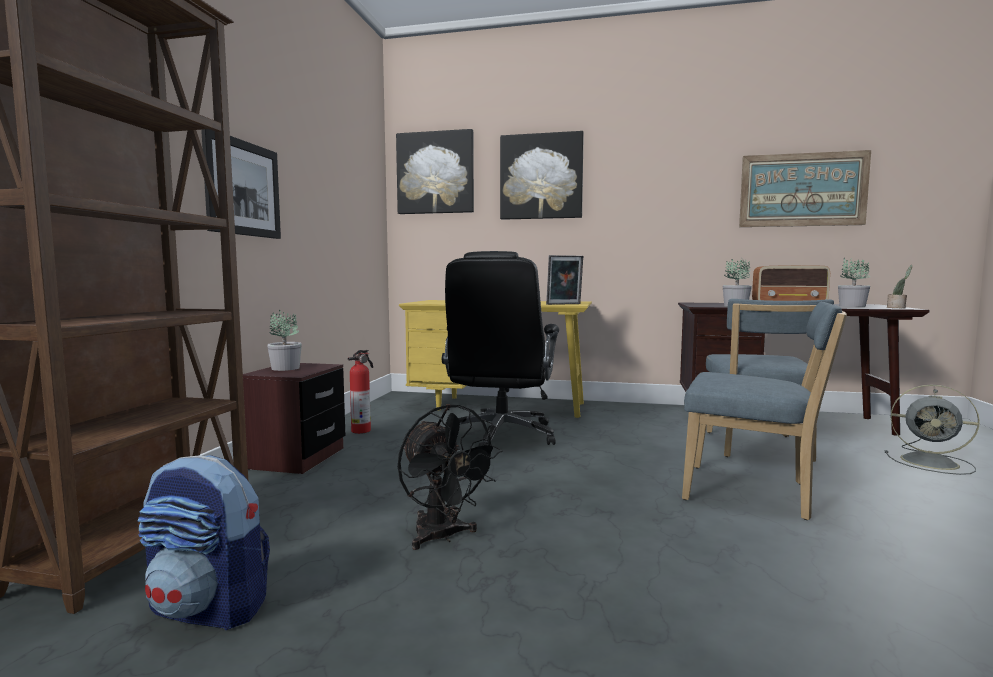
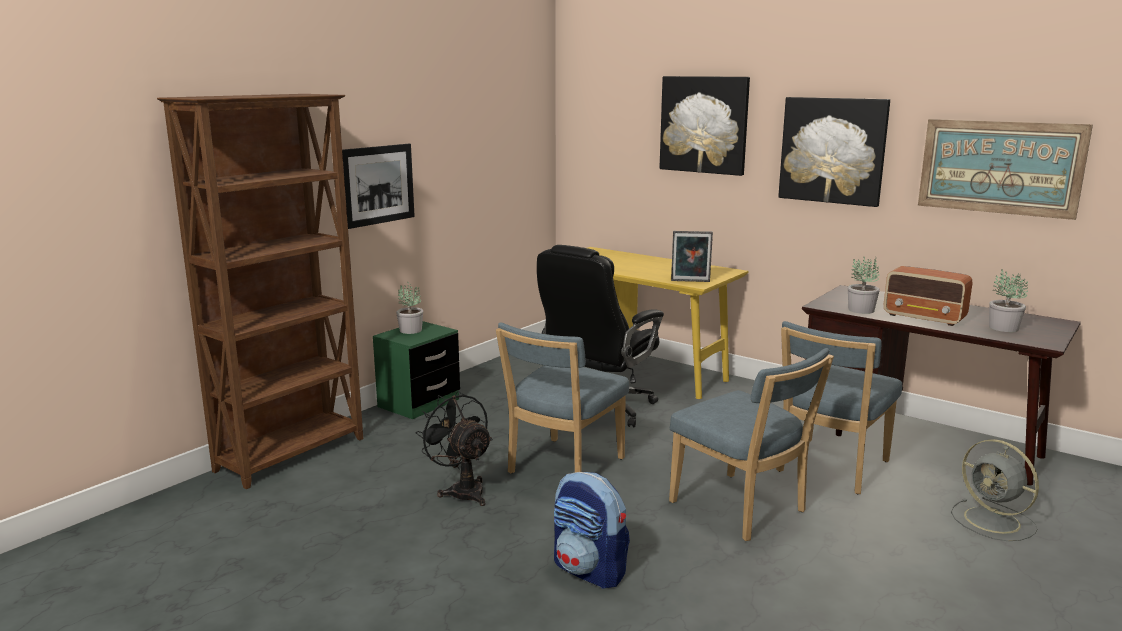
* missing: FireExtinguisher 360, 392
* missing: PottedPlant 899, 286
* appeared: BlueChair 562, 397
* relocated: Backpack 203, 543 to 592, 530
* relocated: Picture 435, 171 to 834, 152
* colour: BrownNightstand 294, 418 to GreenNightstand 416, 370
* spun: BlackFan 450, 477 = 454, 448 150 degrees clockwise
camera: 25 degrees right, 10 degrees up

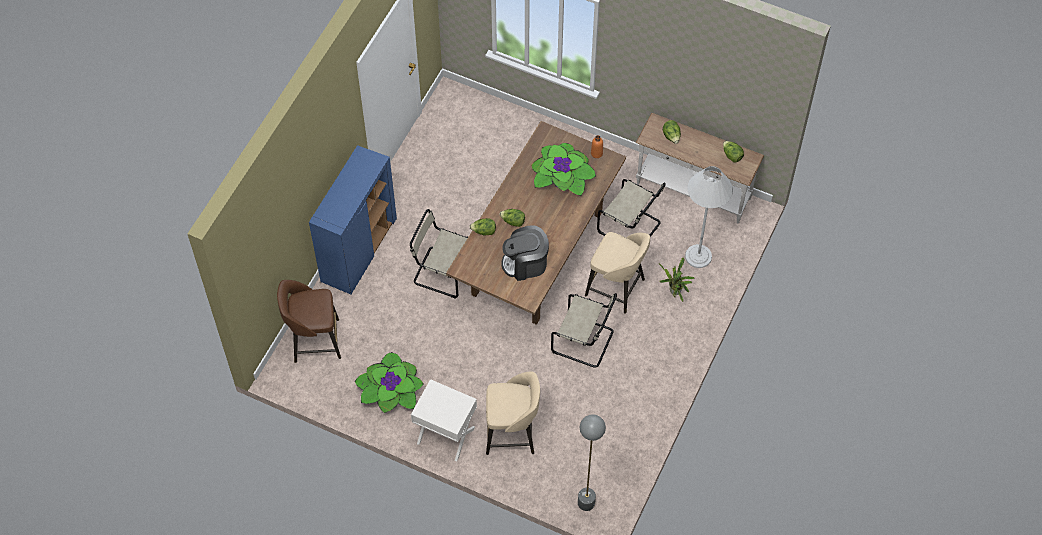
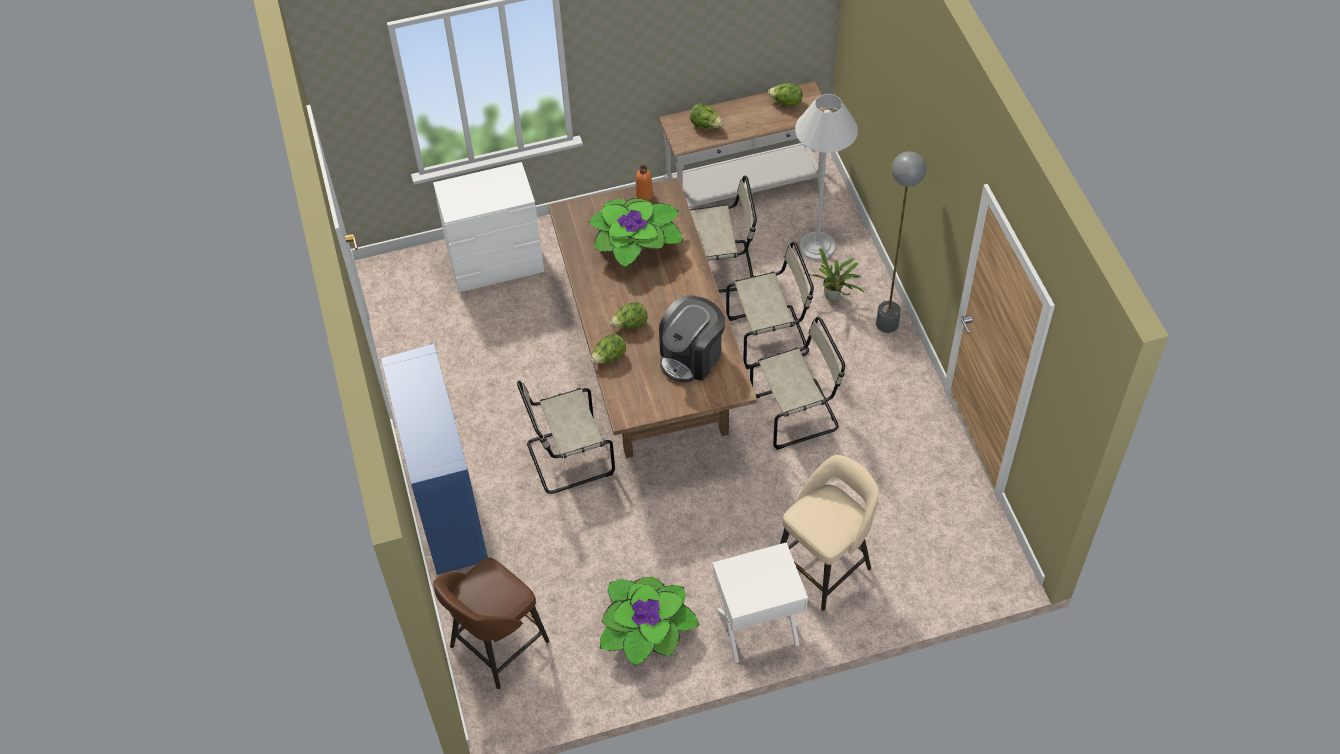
* appeared: WhiteDresser 488, 227
* relocated: GreyFloorLamp 592, 462 to 901, 242
* exchanged: BeigeStool 617, 273 to BeigeChair 770, 305
camera: 40 degrees left, 5 degrees down

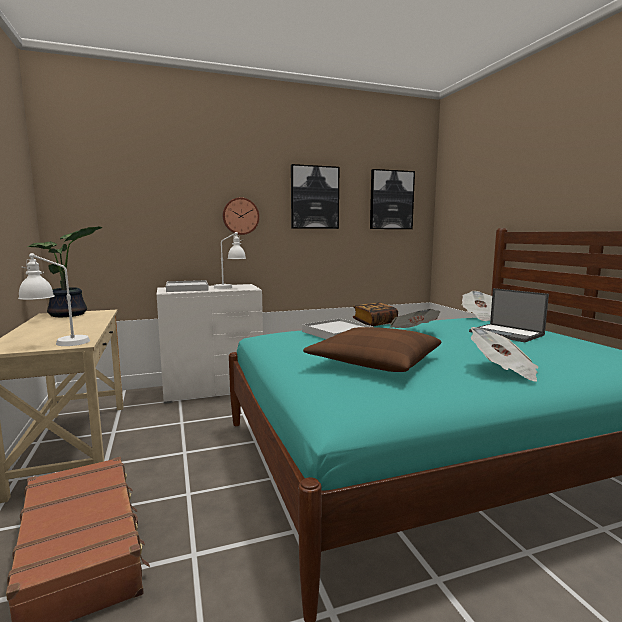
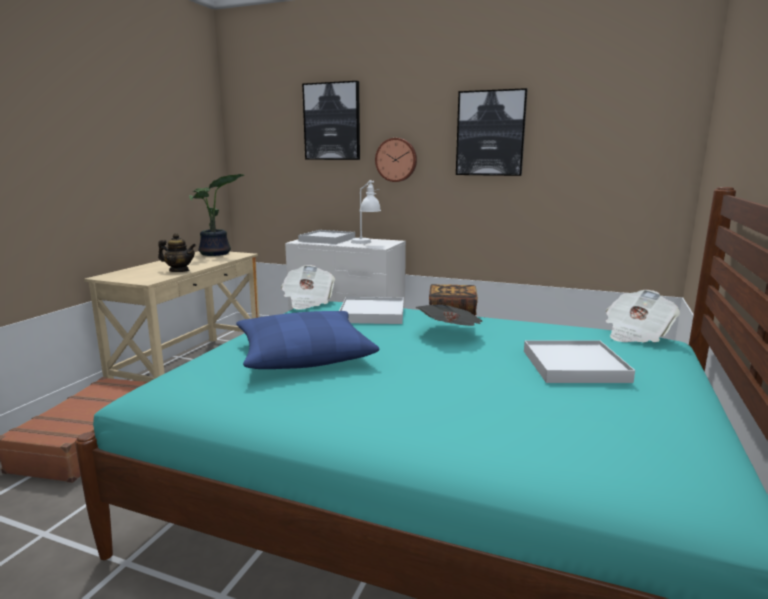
* missing: WhiteTableLamp 54, 299
* appeared: Teapot 177, 252
* relocated: Picture 392, 199 to 331, 120
* relocated: Newspaper 504, 354 to 308, 287
* exchanged: Laptop 509, 315 to WhiteTray 579, 361
* colour: BrownPillow 372, 349 to BluePillow 307, 340
camera: 40 degrees right, 5 degrees up

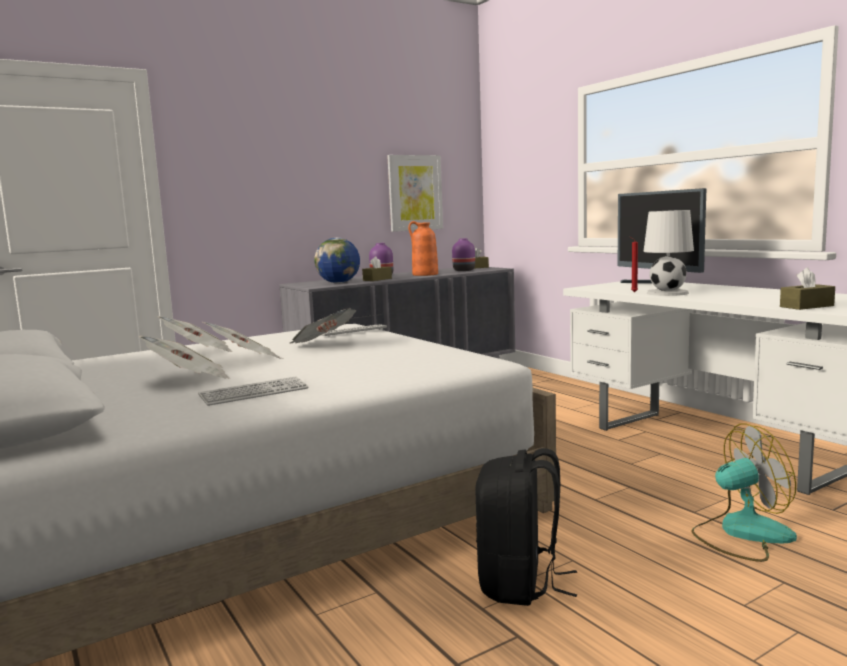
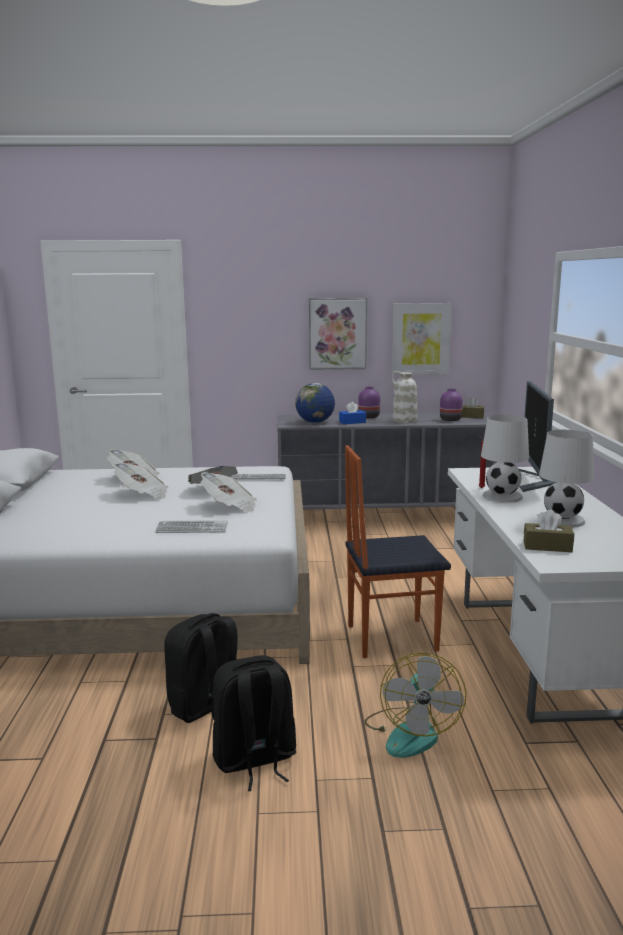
* appeared: BlackBackpack 254, 723
* appeared: Picture 338, 334
* appeared: Chair 398, 551
* appeared: WhiteTableLamp 566, 479
* relocated: Newspaper 184, 357 to 229, 492
* relocated: Keyboard 253, 391 to 191, 526
* colour: BrownTissueBox 377, 268 to BlueTissueBox 352, 413
* colour: OrangeVase 423, 248 to WhiteVase 404, 397
* spun: Fan 744, 493 = 415, 705 75 degrees clockwise
camera: 30 degrees right, 5 degrees up

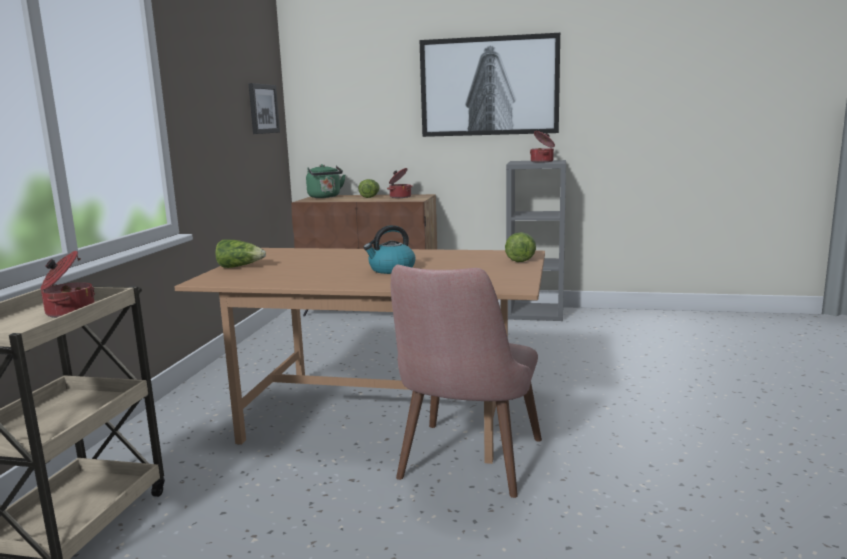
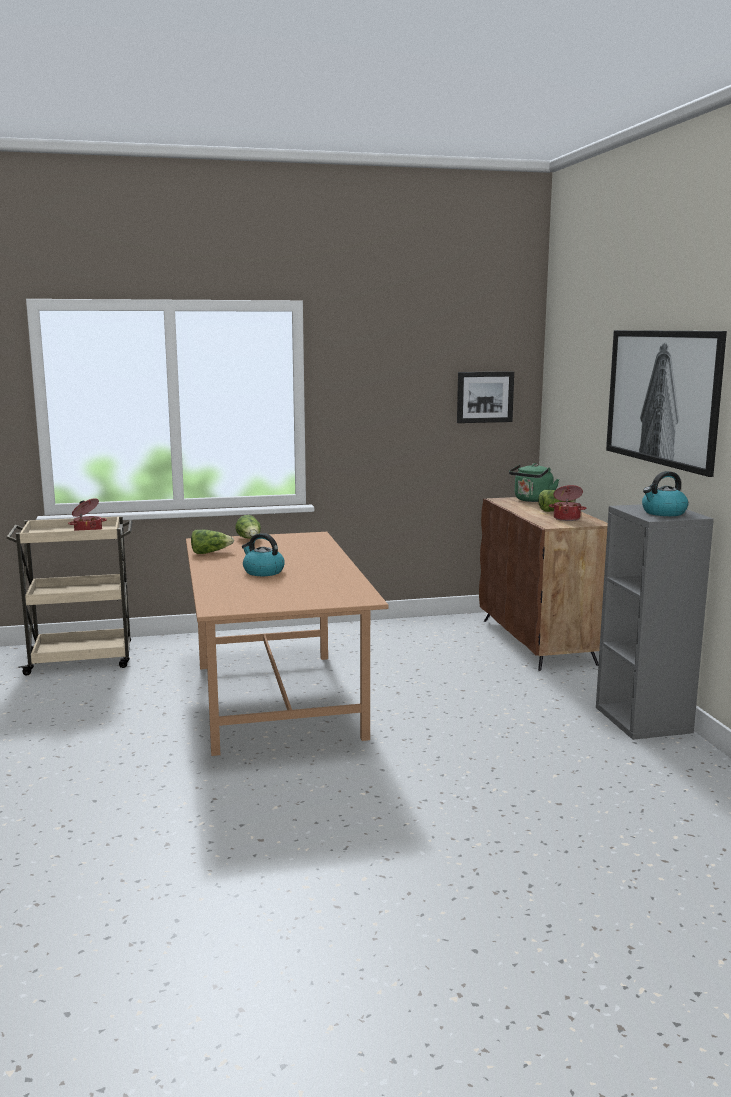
* missing: PinkChair 466, 381
* relocated: Lettuce 520, 247 to 212, 542
* exchanged: CookingPot 542, 146 to Kettle 665, 493
camera: 65 degrees right, 0 degrees up

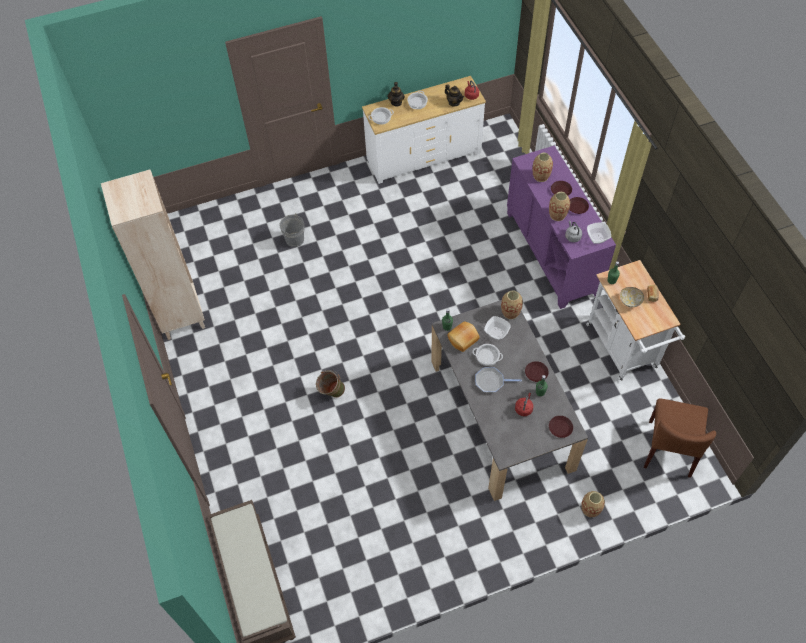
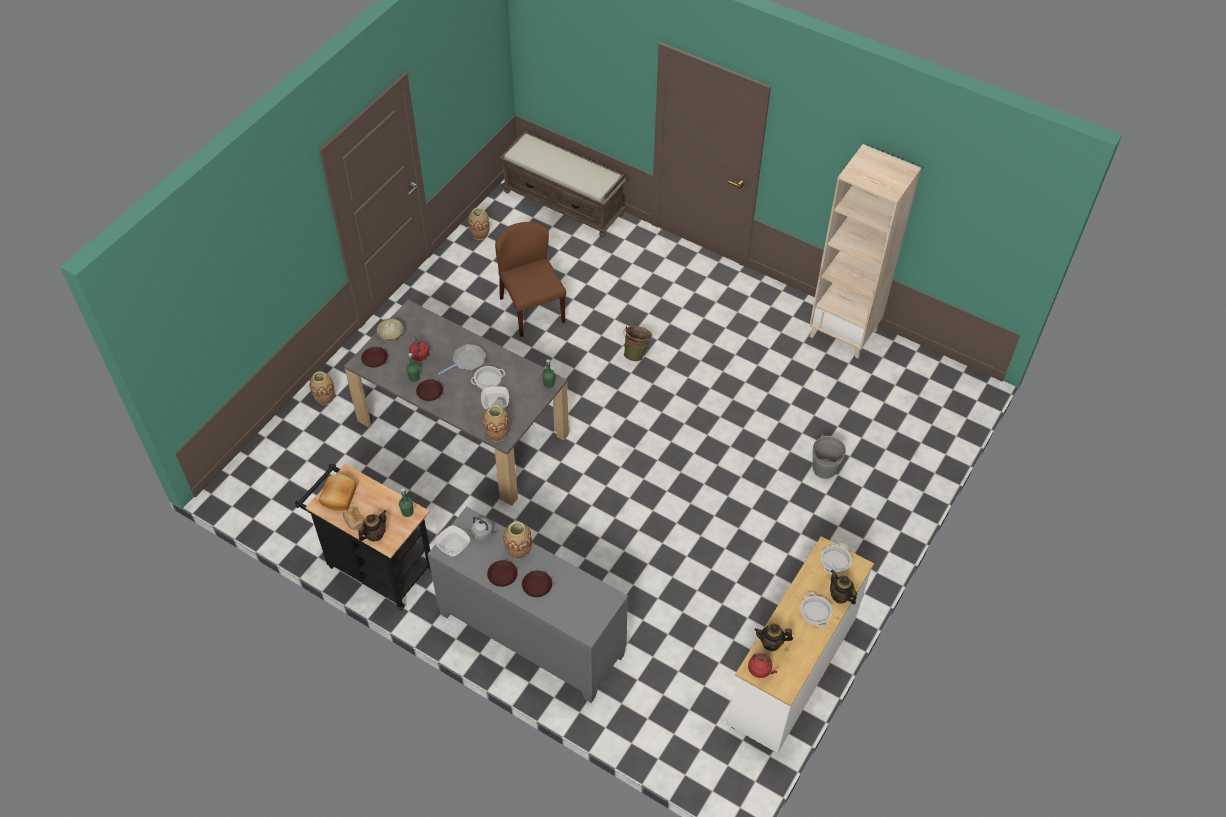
* appeared: Teapot 372, 525
* relocated: Bread 463, 336 to 338, 492
* relocated: Vase 543, 167 to 479, 224
* relocated: Bowl 632, 297 to 390, 330
* relocated: BrownChair 680, 438 to 530, 279
* colour: PurpleCabinet 561, 227 to GreyCabinet 528, 604
* colour: WhiteCart 635, 320 to BlackCart 363, 537
camera: 140 degrees right, 5 degrees down

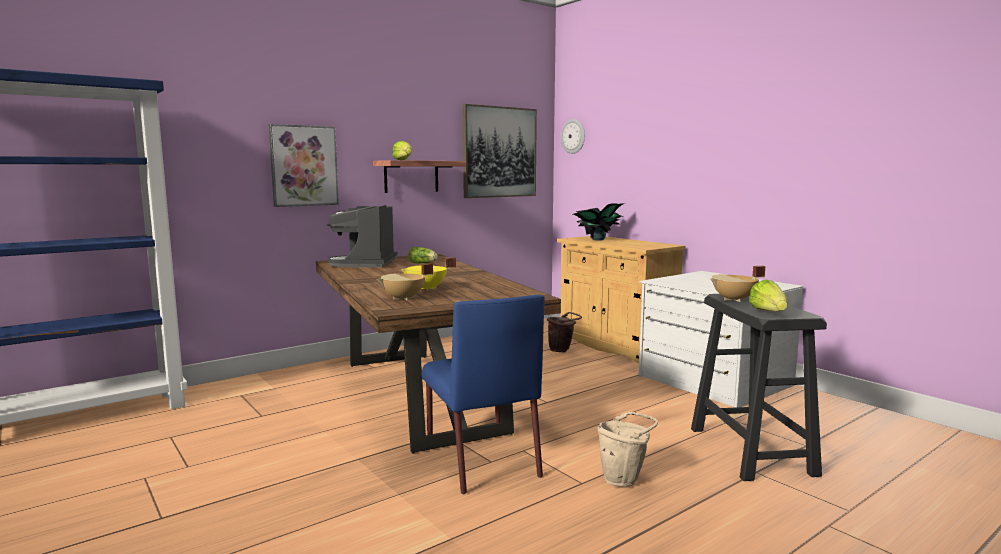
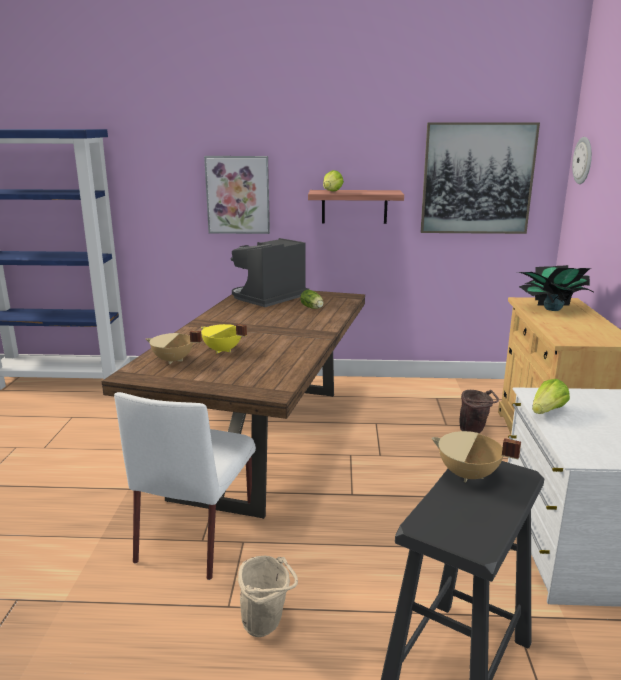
* relocated: Lettuce 768, 295 to 551, 396
* colour: BlueChair 483, 394 to WhiteChair 185, 486
camera: 40 degrees right, 10 degrees up

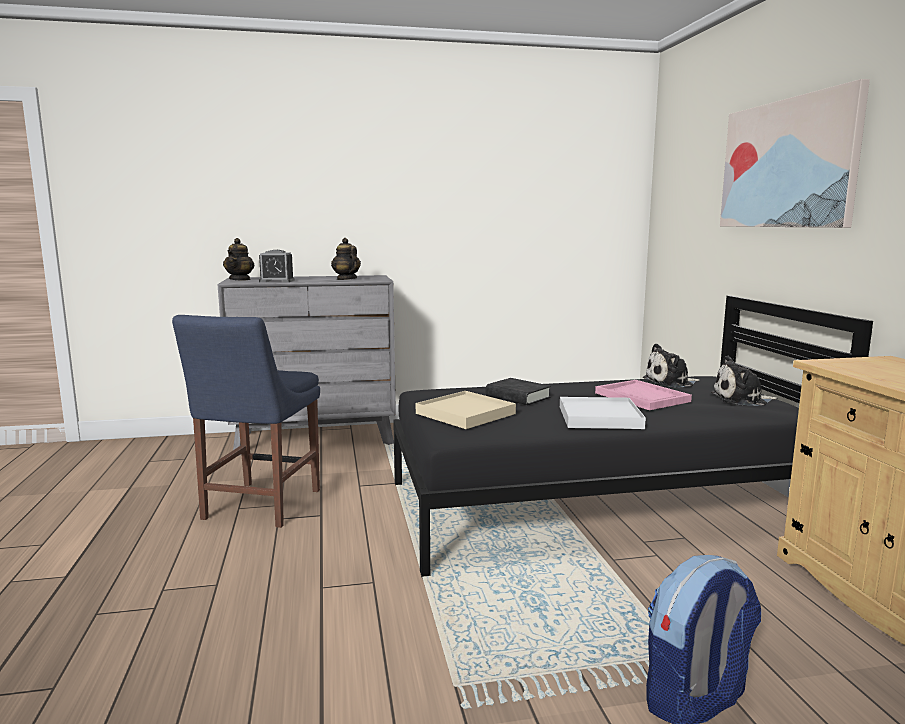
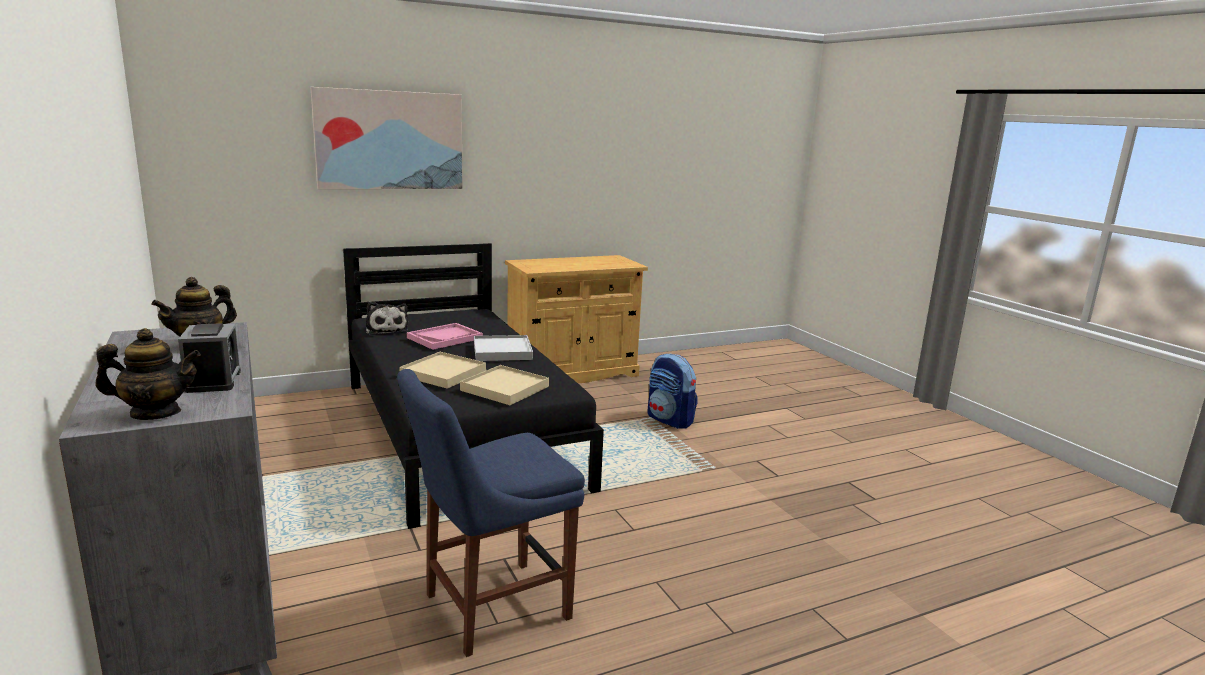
* missing: PlushToy 744, 380
* exchanged: BlackBook 518, 391 to BeigeTray 442, 370
* spun: BlueChair 246, 421 = 491, 513 150 degrees clockwise
camera: 105 degrees left, 5 degrees up

